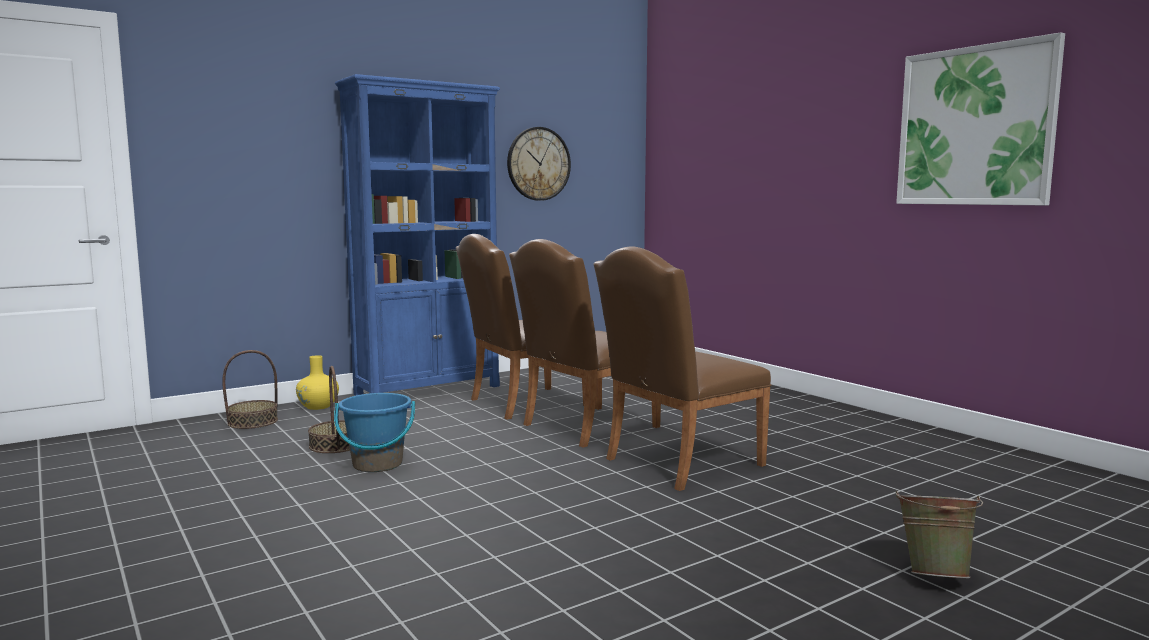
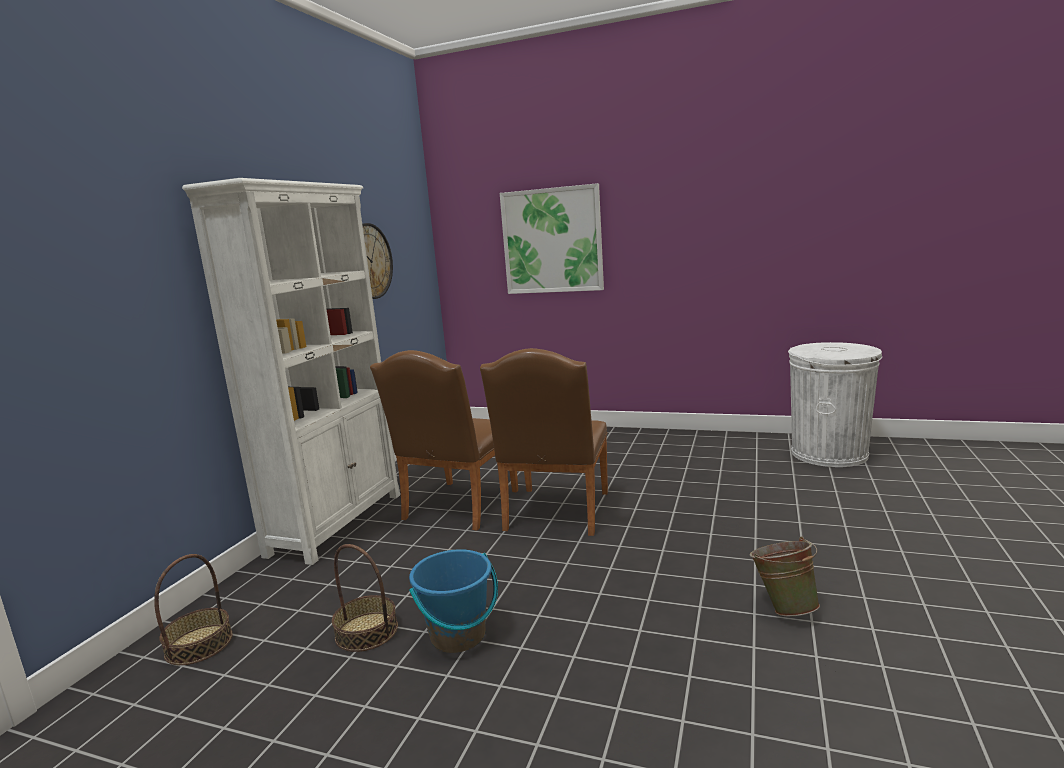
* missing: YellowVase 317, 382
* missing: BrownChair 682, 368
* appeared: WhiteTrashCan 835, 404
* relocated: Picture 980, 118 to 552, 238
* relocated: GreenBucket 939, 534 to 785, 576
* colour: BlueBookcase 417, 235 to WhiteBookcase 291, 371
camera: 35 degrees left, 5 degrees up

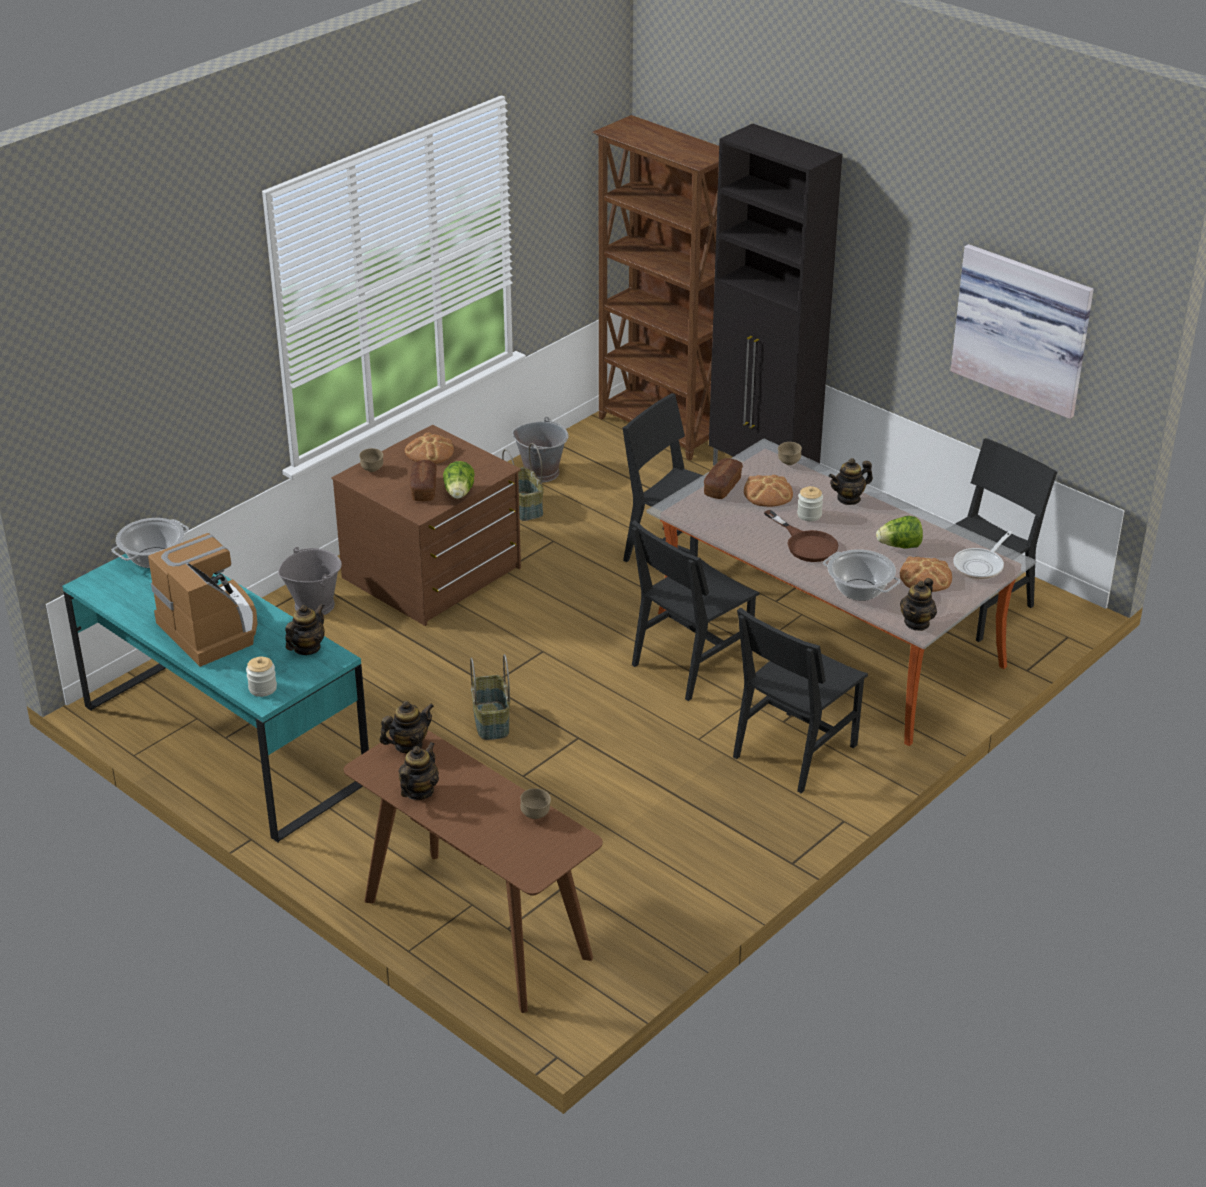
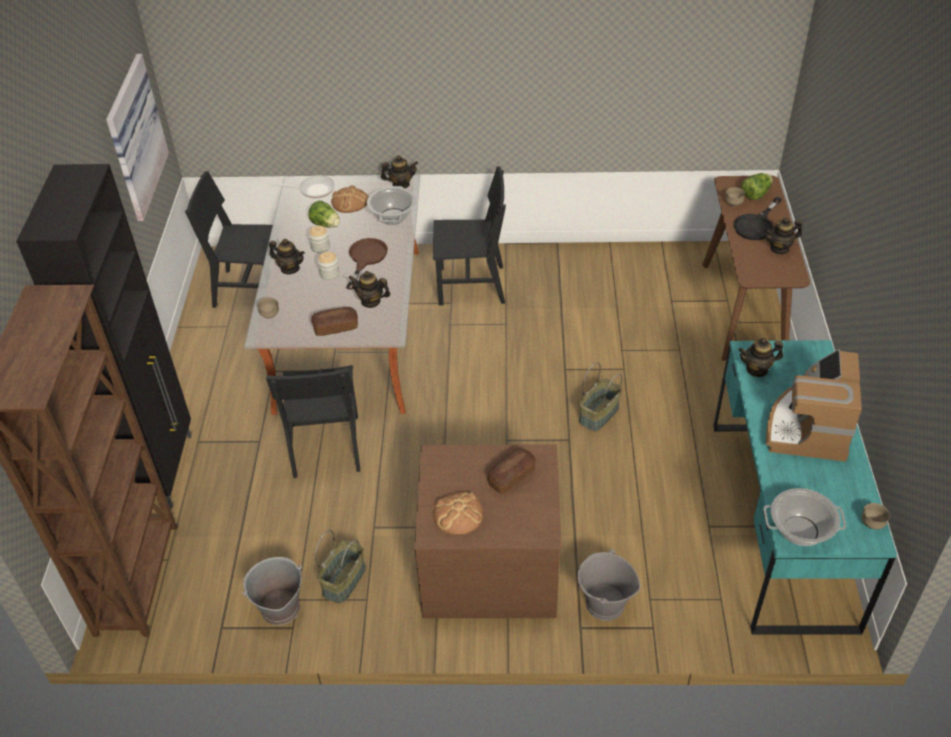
* missing: BlackChair 695, 610
* missing: Bread 768, 491
* appeared: BlackFryingPan 758, 218
* relocated: Jar 261, 677 to 319, 239
* relocated: BrownBowl 371, 460 to 875, 516
* relocated: Teapot 407, 727 to 369, 289
* relocated: Lettuce 459, 480 to 756, 186
camera: 130 degrees left, 10 degrees up

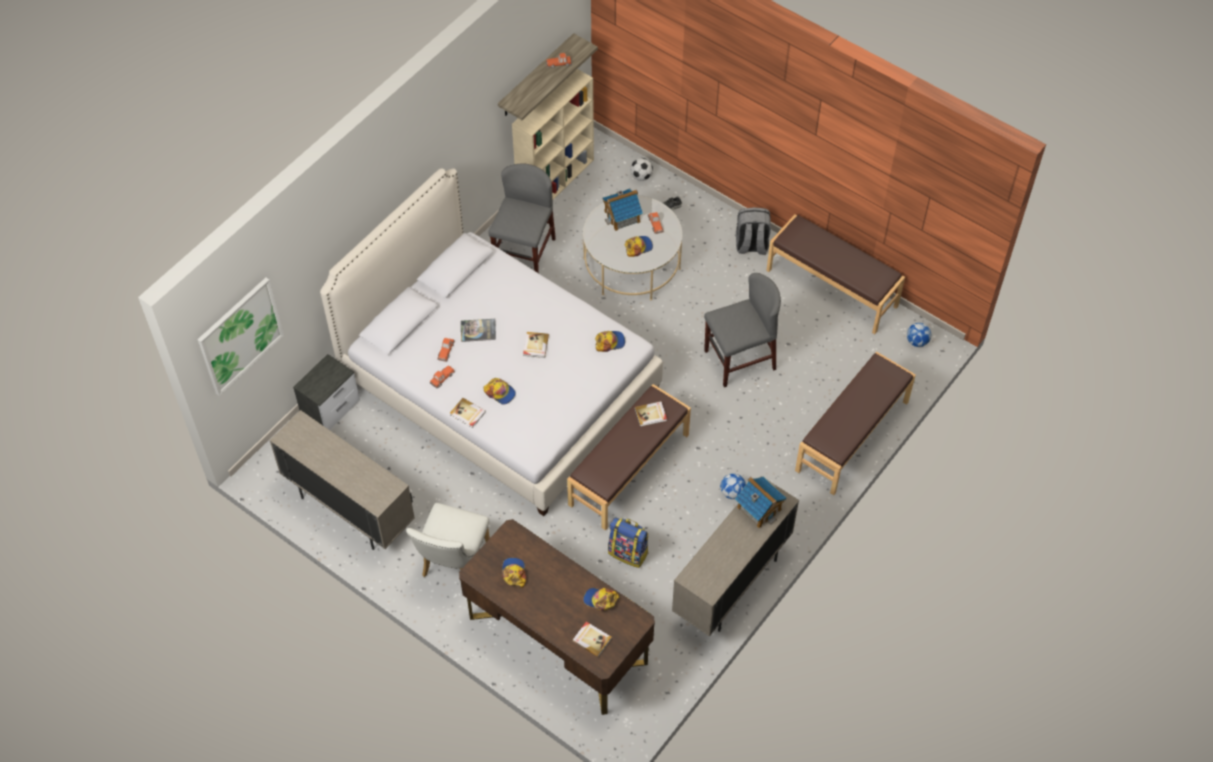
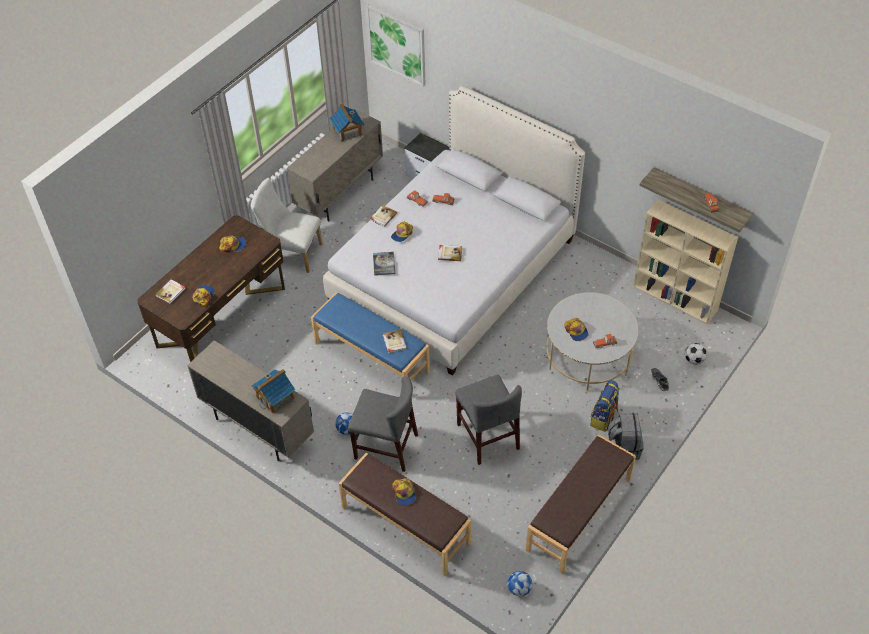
* relocated: Book 478, 330 to 384, 264
* relocated: GreyChair 522, 218 to 383, 424
* relocated: Cap 610, 341 to 404, 492
* relocated: ToyHouse 623, 210 to 347, 122
* relocated: Backpack 628, 542 to 604, 406
* colour: BrownBench 629, 457 to BlueBench 370, 336
camera: 90 degrees right, 5 degrees down

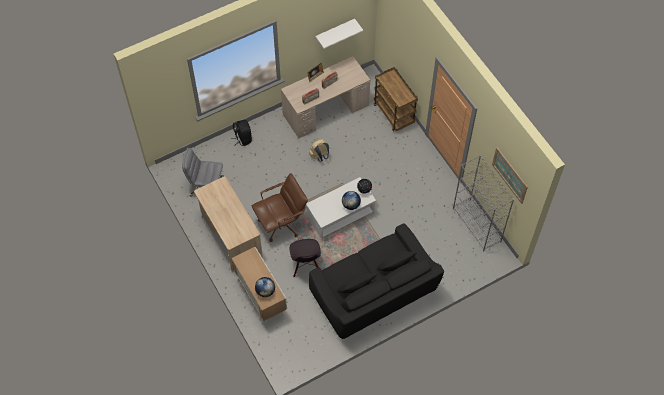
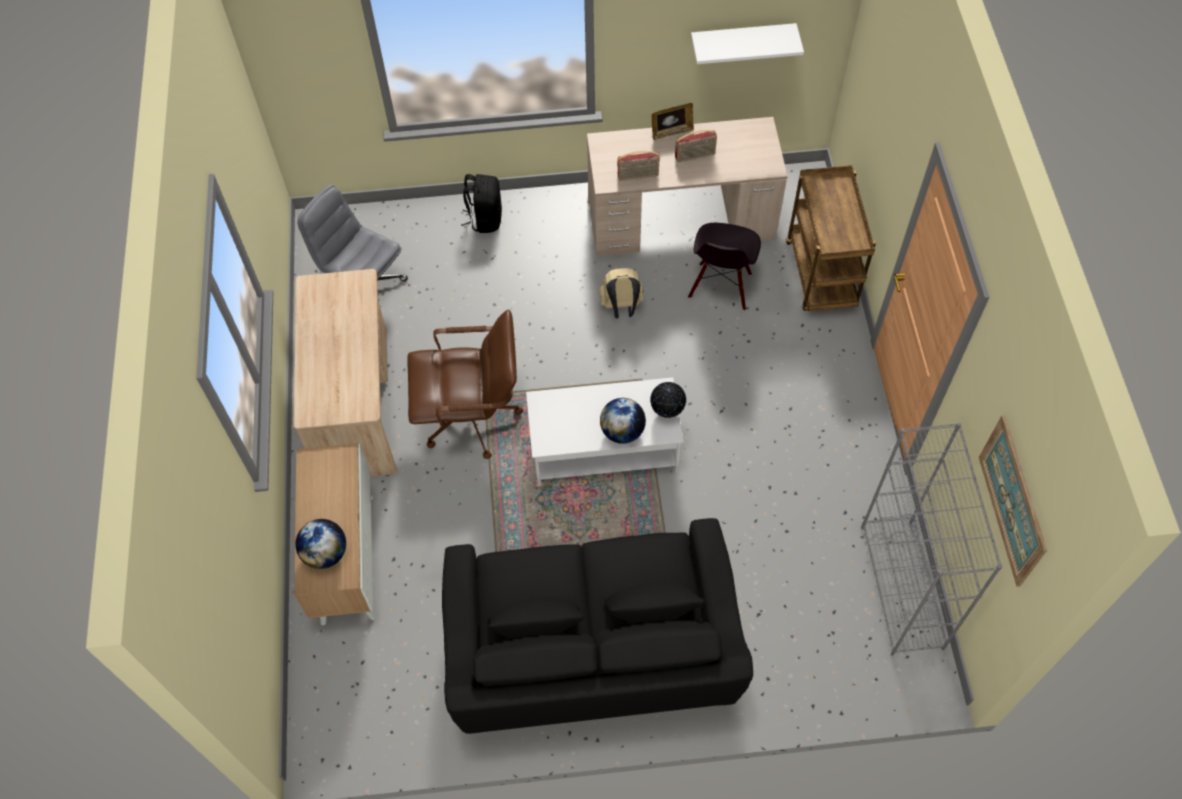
* relocated: BlackChair 305, 258 to 724, 267
camera: 25 degrees right, 0 degrees up

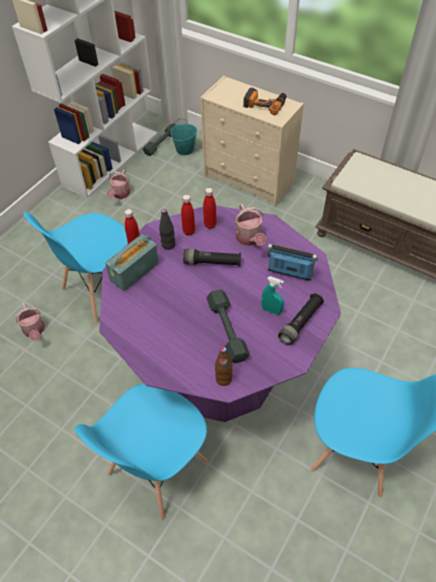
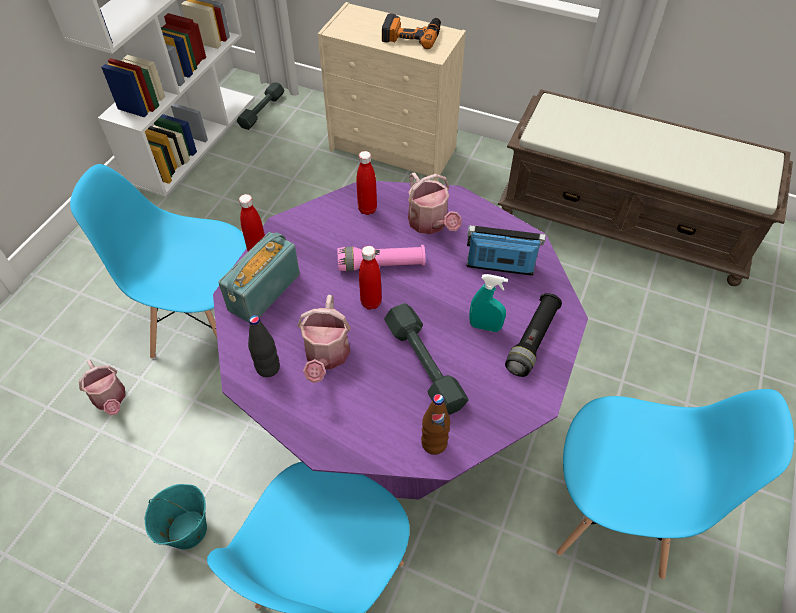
* relocated: WateringCan 118, 184 to 324, 339
* relocated: BlackBottle 167, 229 to 264, 346
* relocated: TurquoiseBucket 184, 136 to 176, 516
* relocated: RedBottle 188, 215 to 370, 278
* colour: BlackFlashlight 212, 257 to PinkFlashlight 381, 258
* spun: BlueChair 75, 268 = 158, 261 60 degrees clockwise
camera: 10 degrees left, 0 degrees up

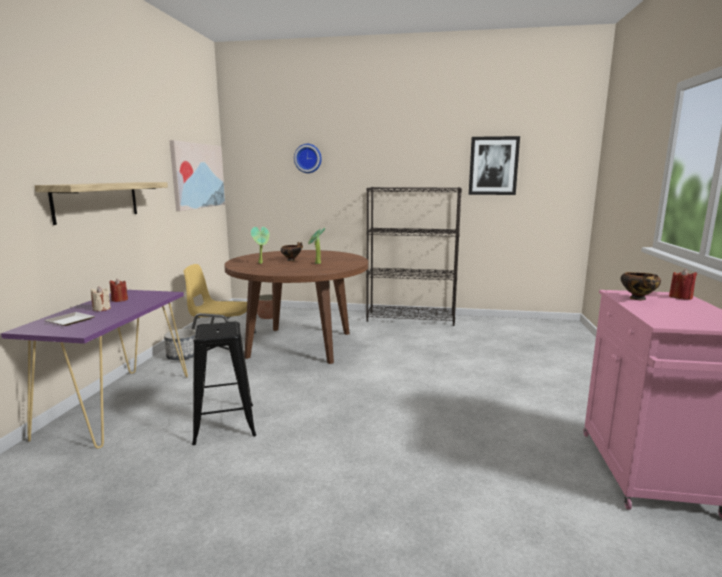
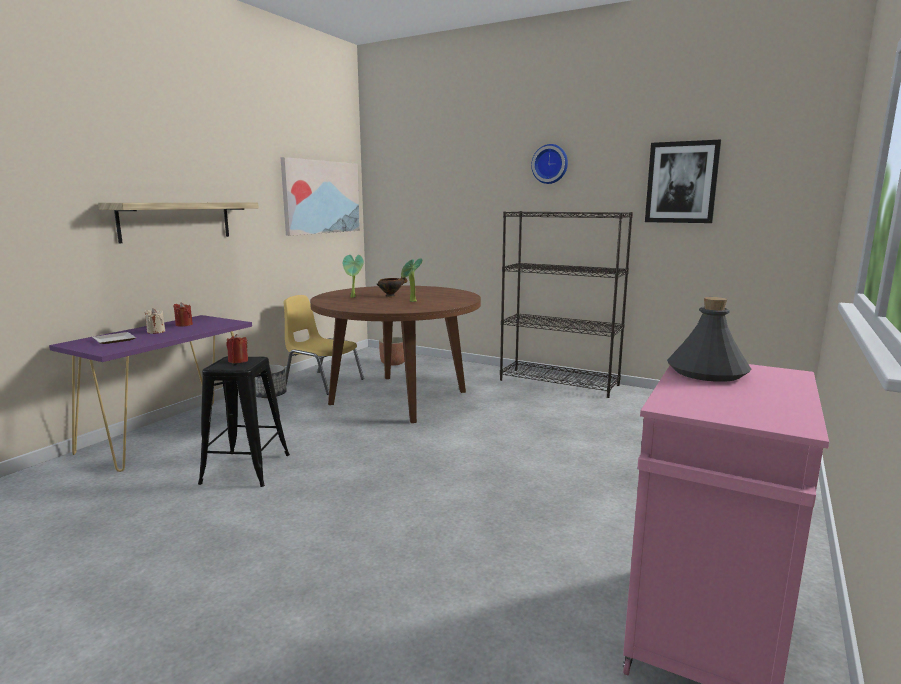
* relocated: WallClock 308, 158 to 549, 164
* relocated: RedCandle 683, 284 to 237, 348
* exchanged: Bowl 641, 286 to GreyBottle 709, 339
camera: 20 degrees right, 0 degrees up

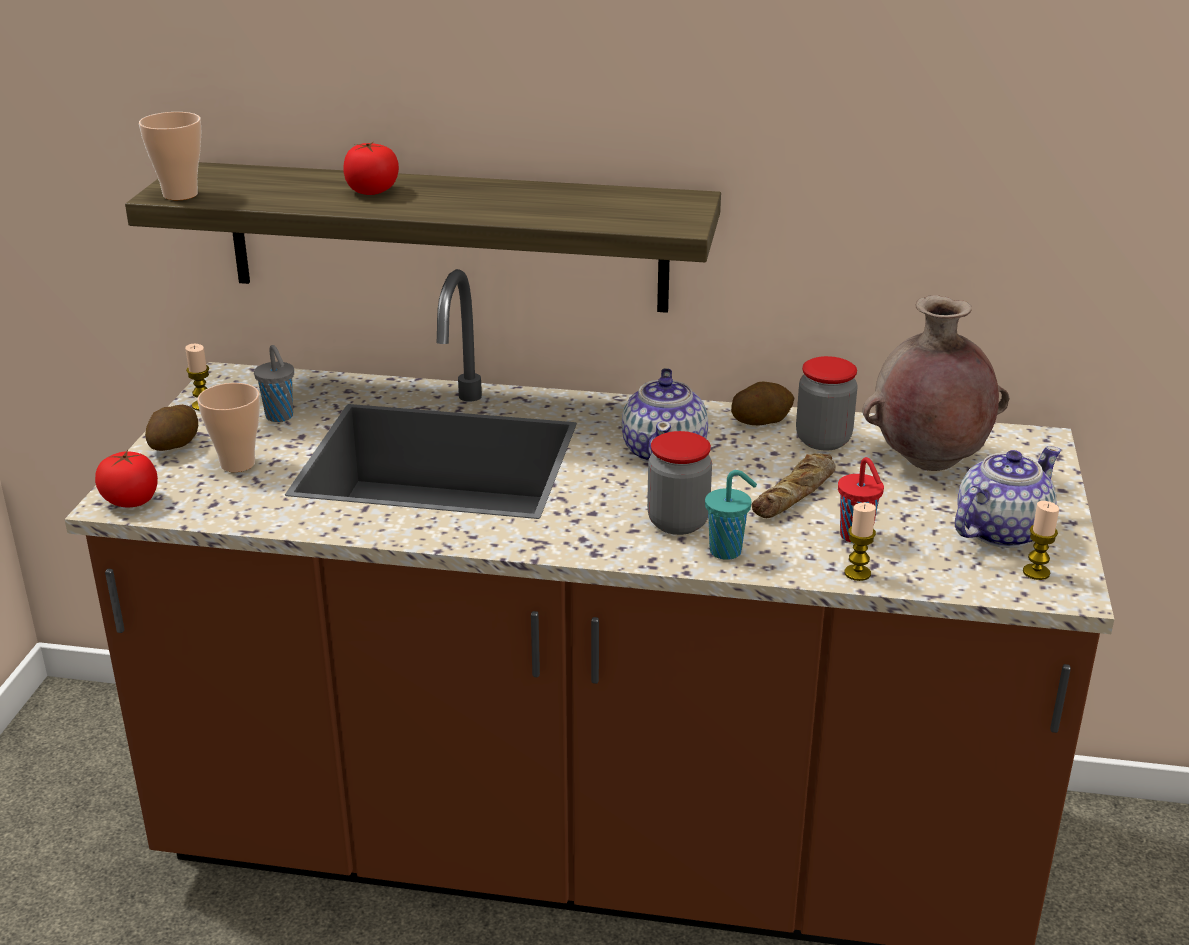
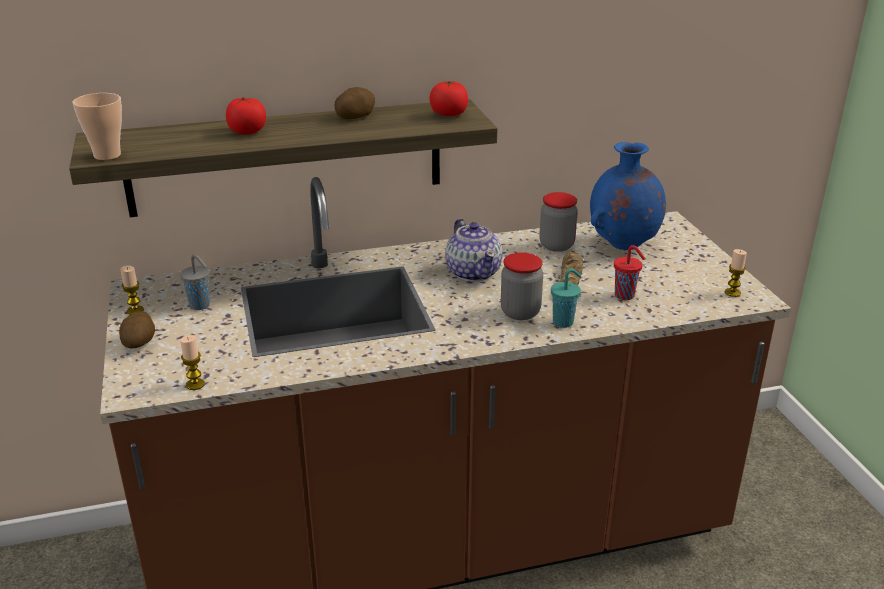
* missing: Cup 228, 427
* missing: Teapot 1008, 497
* relocated: Tomato 126, 478 to 448, 98
* relocated: Potato 762, 403 to 354, 103
* relocated: Candle 860, 542 to 192, 362
* colour: BrownVase 936, 383 to BlueVase 628, 196
camera: 25 degrees left, 0 degrees up

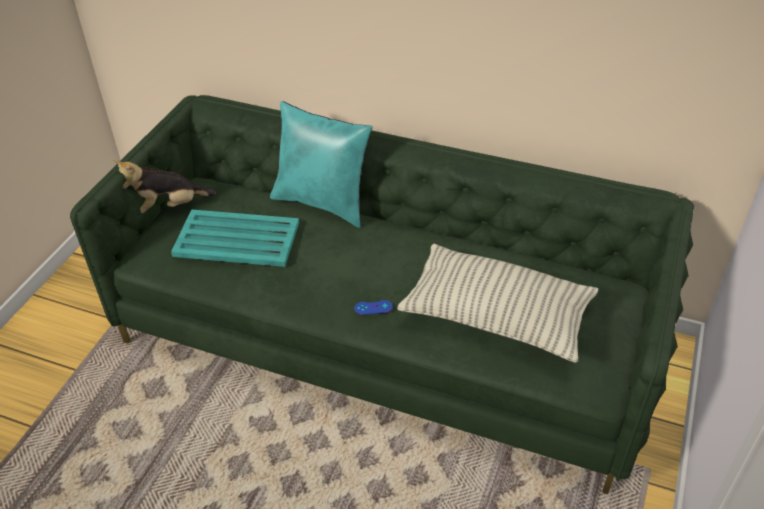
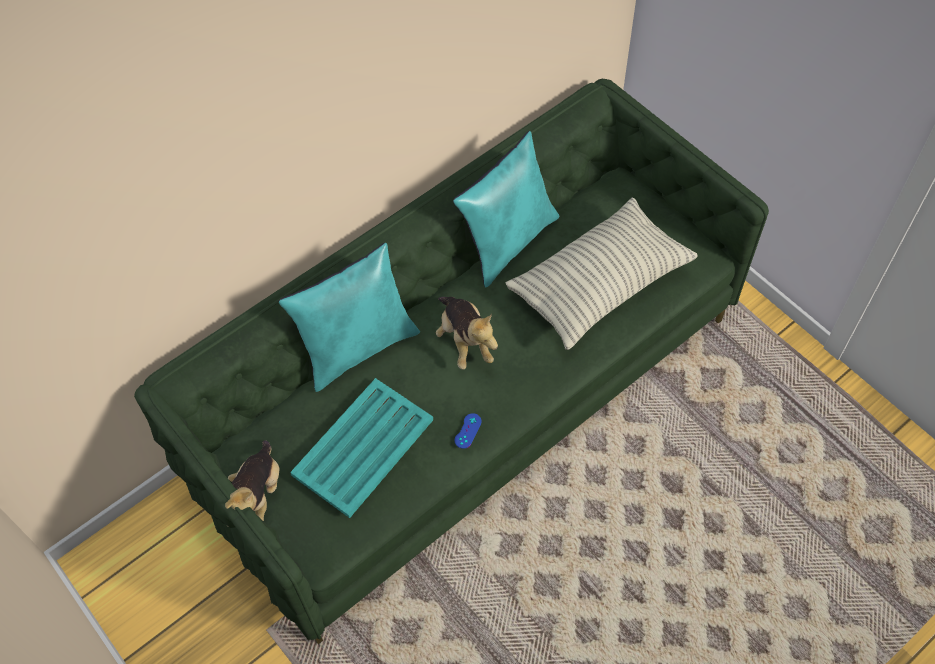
* appeared: PlushToy 467, 333
* appeared: TurquoisePillow 506, 209
* relocated: BlueGameController 373, 307 to 468, 431
camera: 60 degrees left, 15 degrees up

